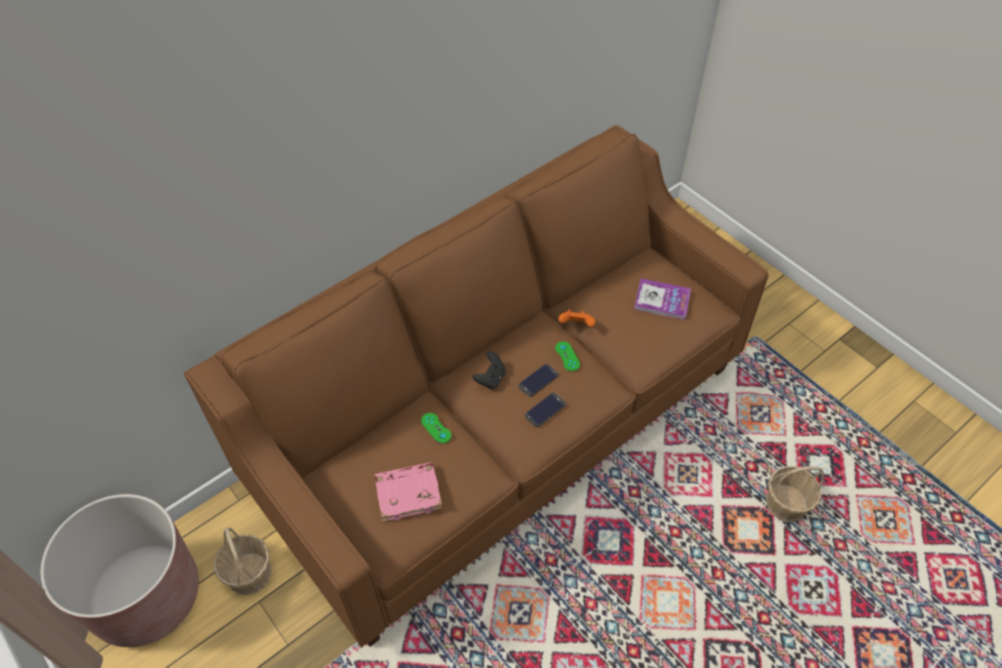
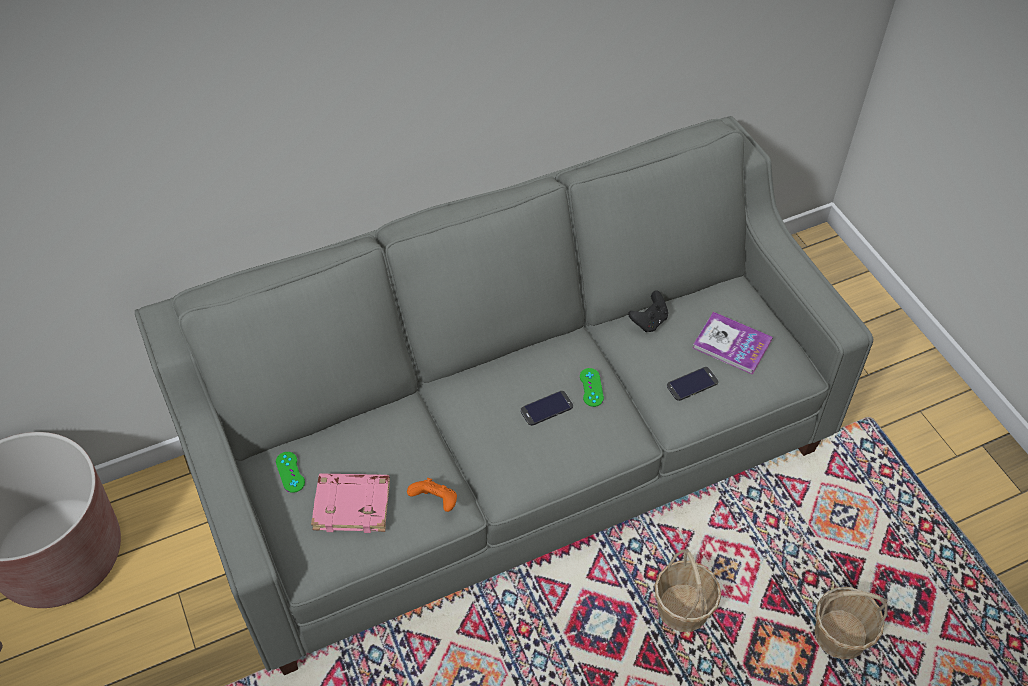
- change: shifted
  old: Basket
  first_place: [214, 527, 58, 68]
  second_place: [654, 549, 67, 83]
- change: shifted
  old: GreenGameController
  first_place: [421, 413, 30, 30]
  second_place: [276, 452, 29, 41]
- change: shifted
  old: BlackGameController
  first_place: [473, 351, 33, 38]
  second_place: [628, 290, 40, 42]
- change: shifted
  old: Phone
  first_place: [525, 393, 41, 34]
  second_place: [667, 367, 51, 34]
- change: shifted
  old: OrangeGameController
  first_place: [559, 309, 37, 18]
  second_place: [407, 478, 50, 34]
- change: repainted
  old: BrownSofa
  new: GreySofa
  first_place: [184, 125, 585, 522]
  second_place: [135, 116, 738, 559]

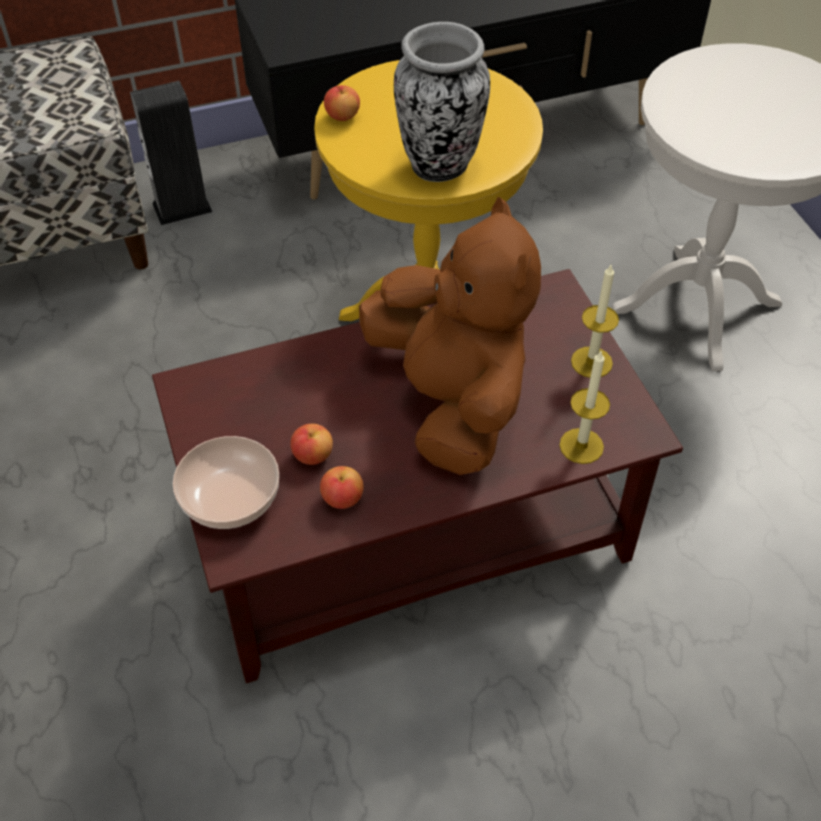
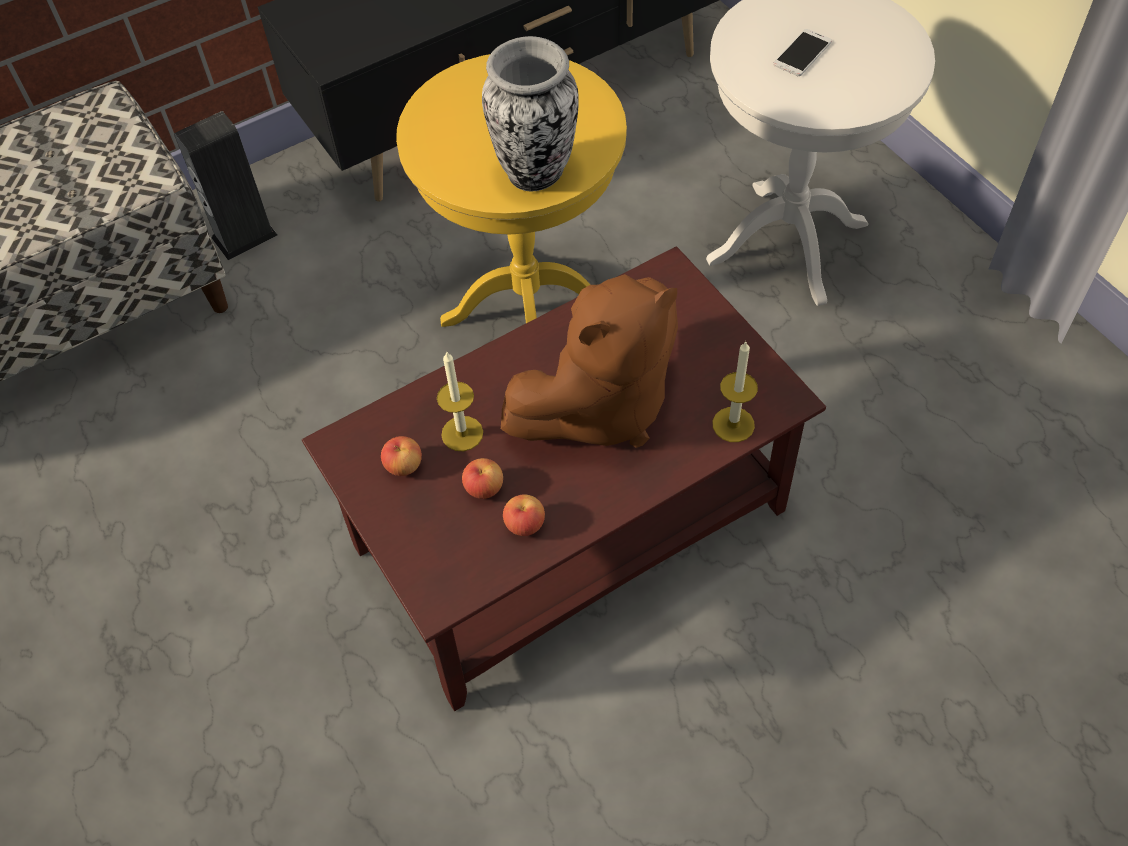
- change: gone
  old: Bowl
  first_place: [173, 436, 106, 93]
- change: new
  new: Phone
  second_place: [773, 29, 59, 47]
- change: shifted
  old: Apple
  first_place: [324, 85, 36, 36]
  second_place: [381, 436, 41, 40]
- change: shifted
  old: Candle
  first_place: [571, 265, 48, 113]
  second_place: [437, 351, 46, 100]
- change: rotated
  old: BrownPlushToy
  first_place: [359, 197, 182, 278]
  second_place: [501, 274, 177, 174]
  degrees: 90

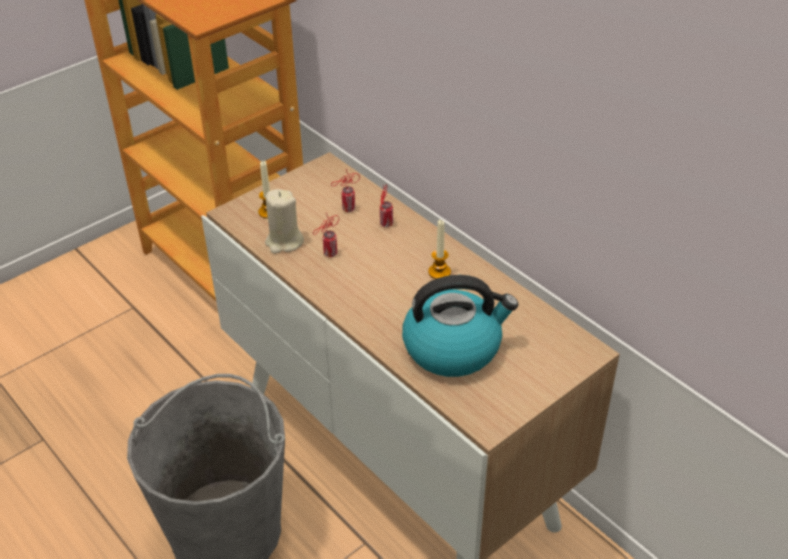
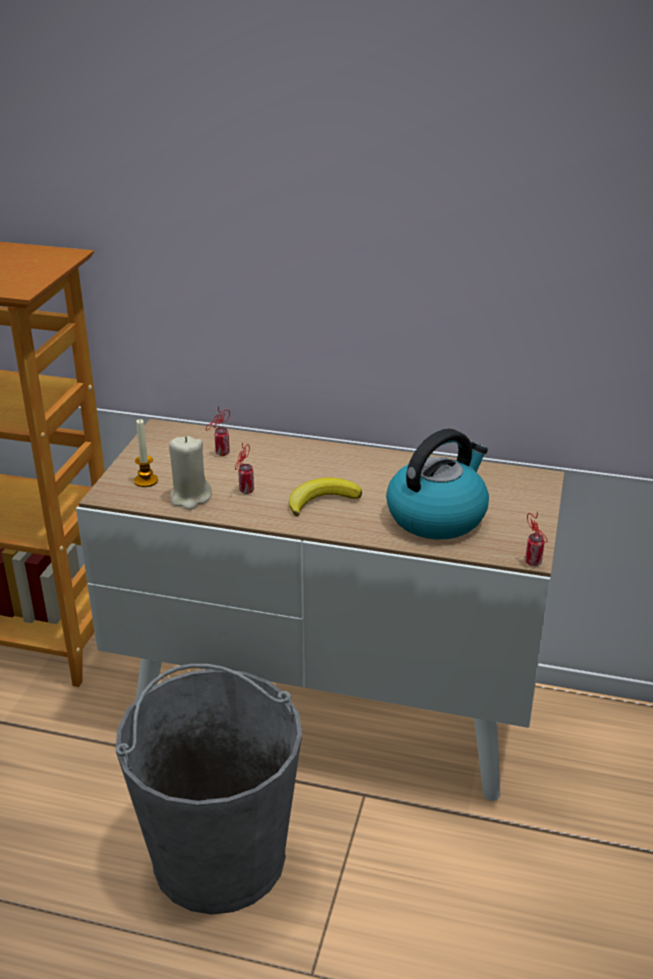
- change: gone
  old: Candle
  first_place: [428, 220, 23, 59]
- change: new
  new: Banana
  second_place: [289, 478, 73, 39]
- change: shifted
  old: Can
  first_place: [380, 184, 13, 43]
  second_place: [525, 512, 23, 54]

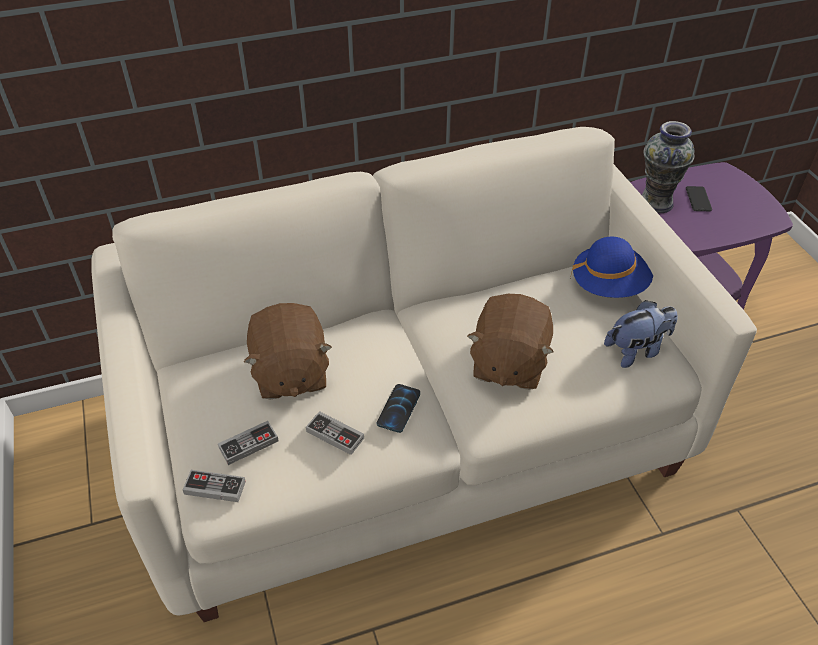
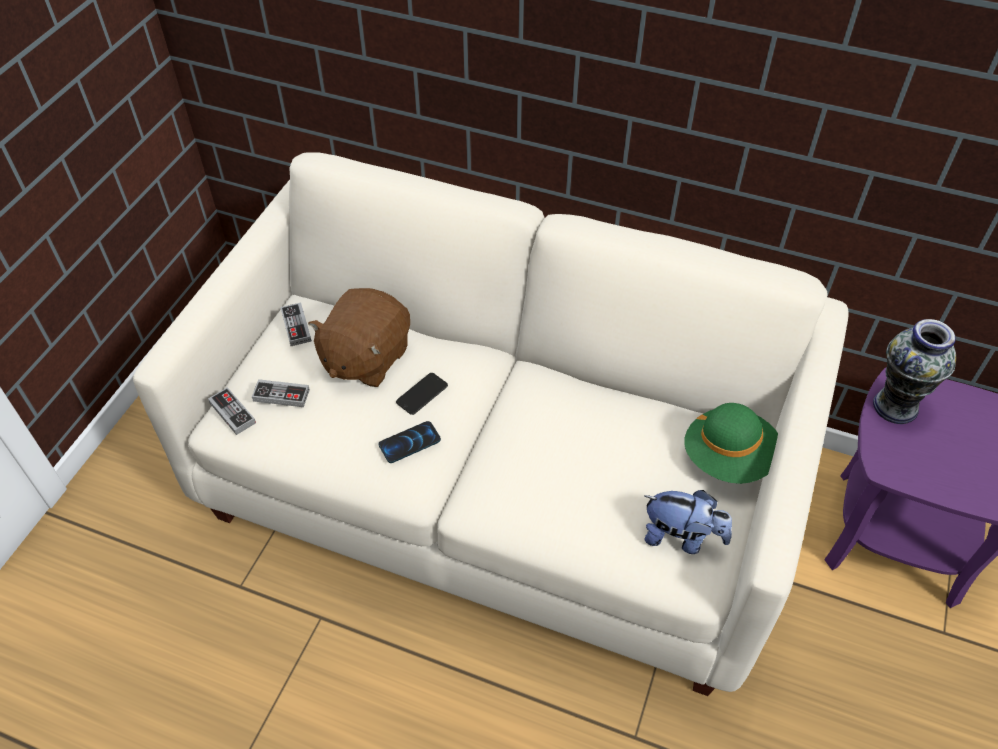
- change: gone
  old: BrownPlushToy
  first_place: [467, 294, 87, 96]
- change: shifted
  old: GameController
  first_place: [306, 411, 58, 44]
  second_place: [280, 303, 32, 43]
- change: shifted
  old: Phone
  first_place: [686, 186, 26, 25]
  second_place: [396, 373, 52, 42]
- change: repainted
  old: BlueHat
  new: GreenHat
  first_place: [570, 237, 83, 61]
  second_place: [684, 403, 94, 81]

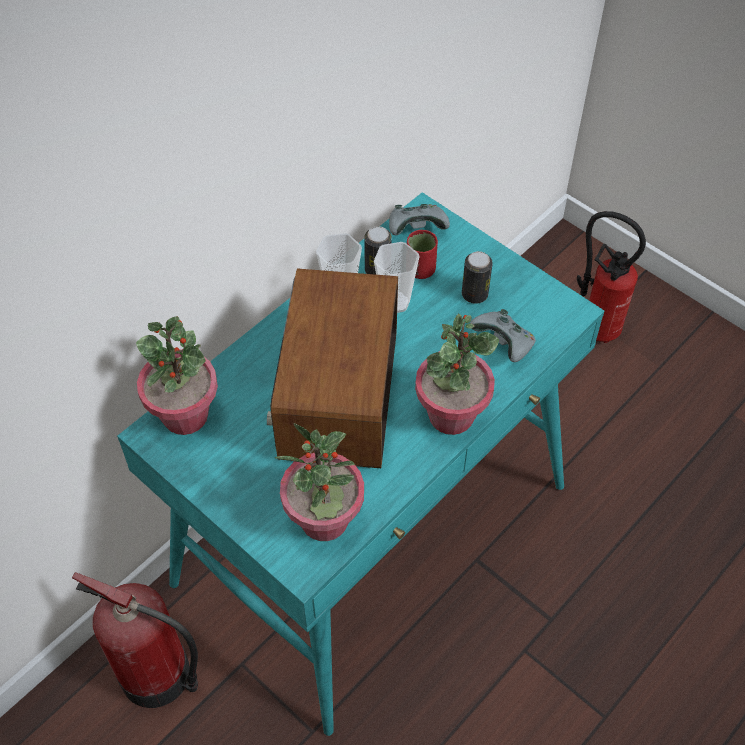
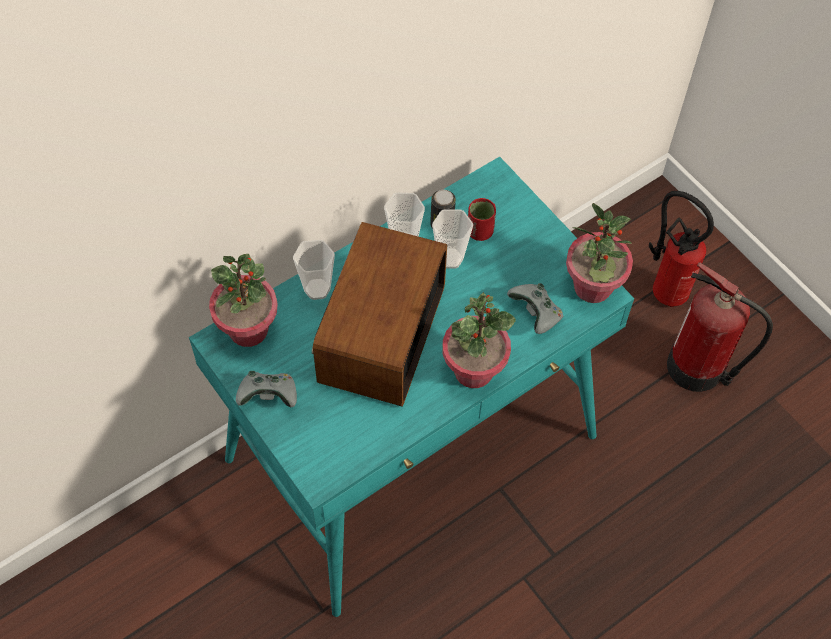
- change: gone
  old: Can
  first_place: [462, 251, 31, 53]
- change: new
  new: Cup
  second_place: [293, 240, 42, 60]
- change: shifted
  old: FireExtinguisher
  first_place: [72, 572, 126, 136]
  second_place: [667, 262, 106, 130]
- change: shifted
  old: PottedPlant
  first_place: [275, 423, 89, 118]
  second_place: [566, 203, 67, 100]
- change: shifted
  old: GreyGameController
  first_place: [389, 204, 61, 31]
  second_place: [236, 371, 61, 36]

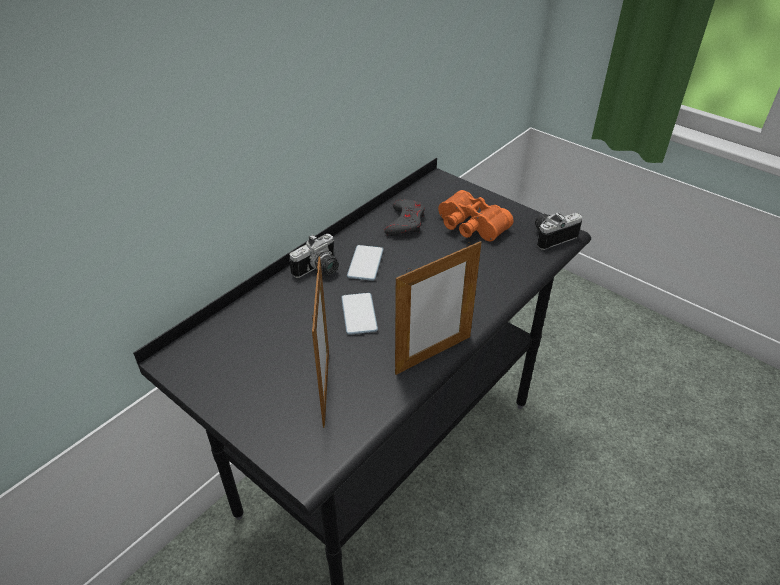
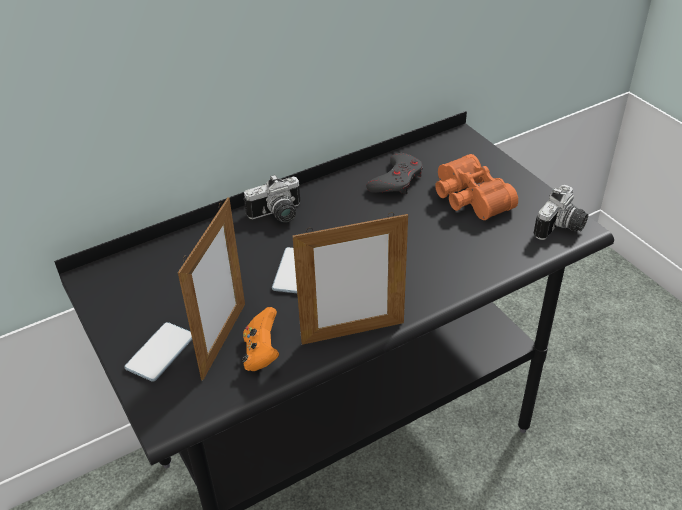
- change: new
  new: OrangeGameController
  second_place: [242, 307, 37, 64]
- change: shifted
  old: Phone
  first_place: [347, 245, 37, 36]
  second_place: [124, 322, 68, 60]
- change: rotated
  old: PhotoCamera
  first_place: [535, 212, 47, 38]
  second_place: [534, 185, 54, 55]
  degrees: 135

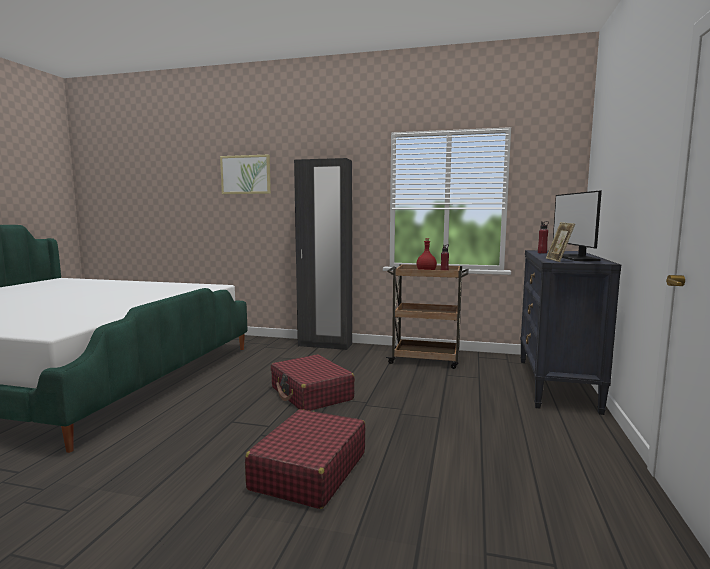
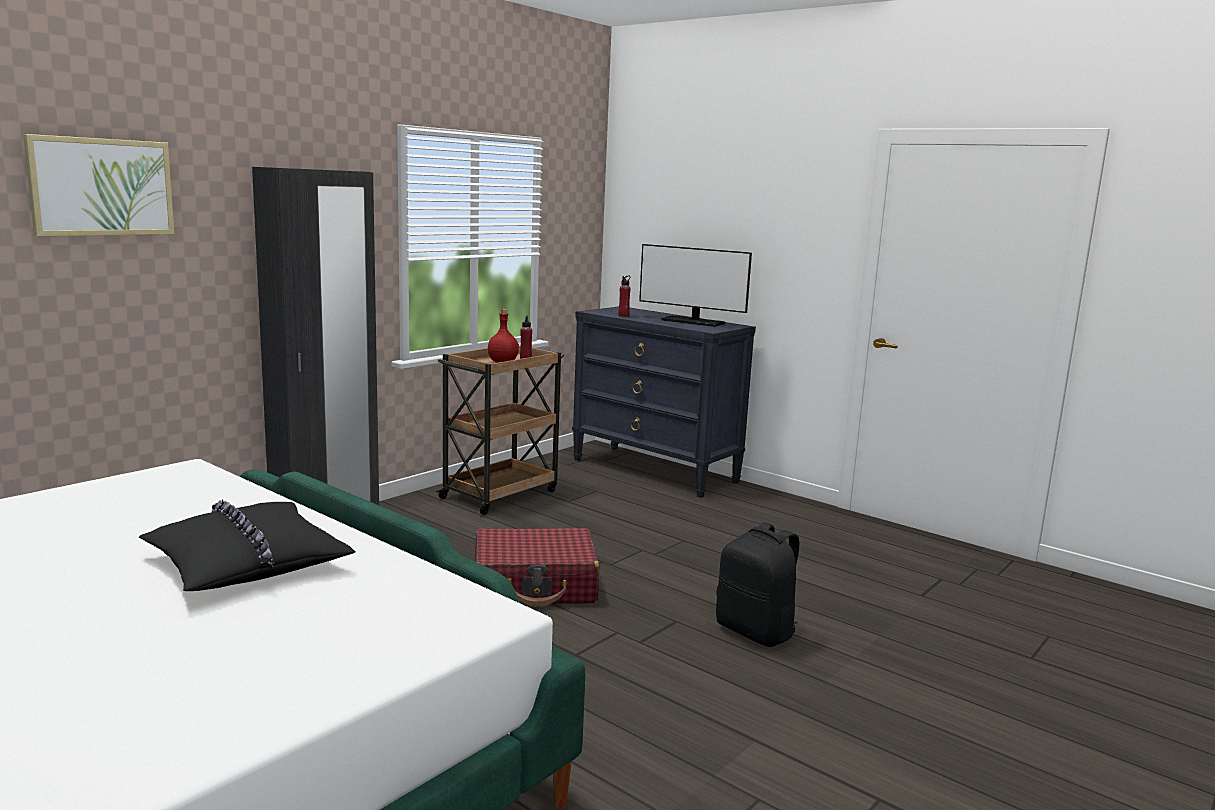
- change: gone
  old: PictureFrame
  first_place: [546, 222, 29, 40]
- change: new
  new: BlackPillow
  second_place: [139, 499, 216, 92]
- change: swapped
  old: RedSuitcase
  new: BlackBackpack
  first_place: [245, 409, 120, 100]
  second_place: [716, 522, 83, 125]

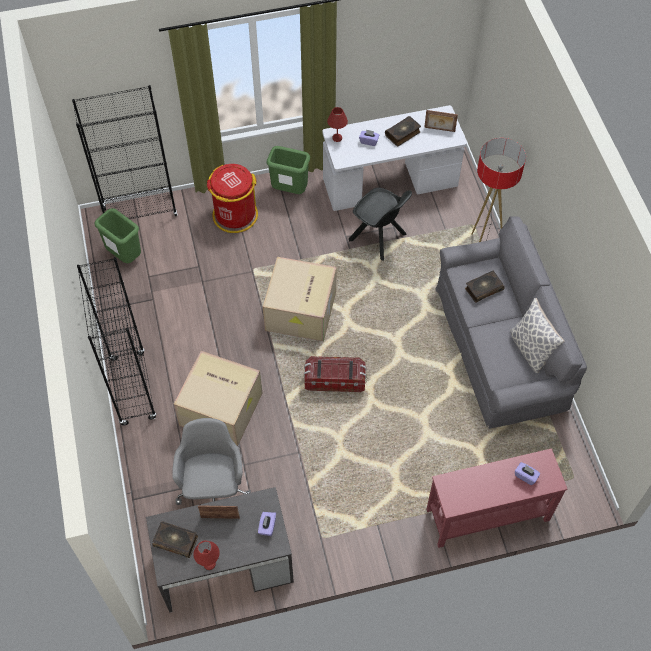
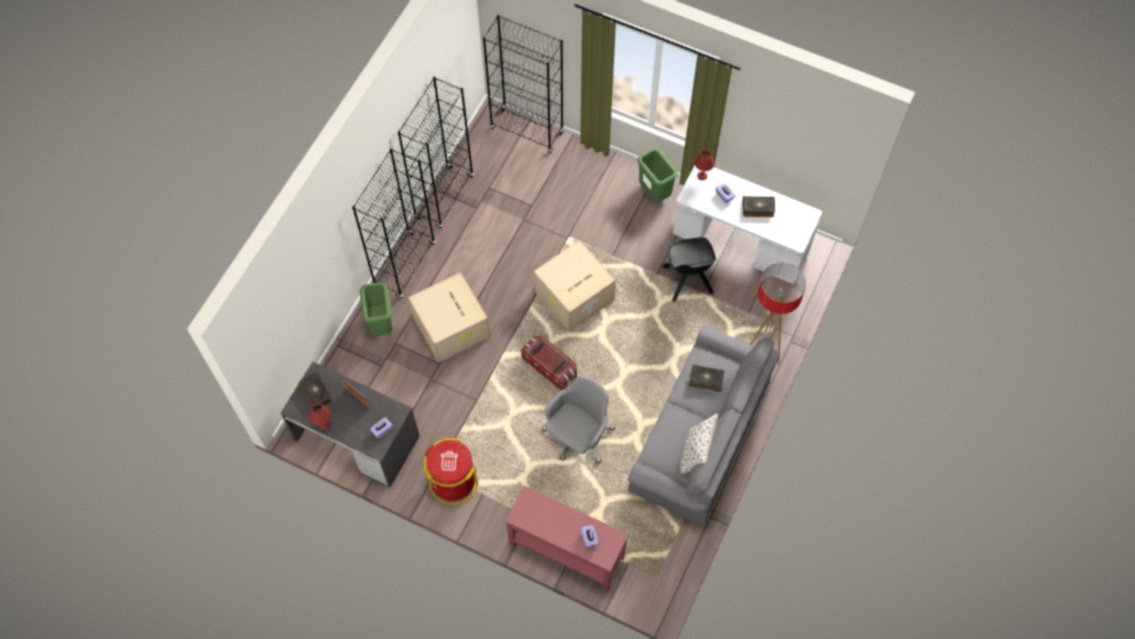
- change: gone
  old: PictureFrame
  first_place: [424, 110, 34, 22]
- change: new
  new: BlackBookcase
  second_place: [398, 77, 76, 152]
- change: shifted
  old: GreenTrashCan
  first_place: [94, 208, 47, 55]
  second_place: [360, 282, 33, 54]
- change: shifted
  old: GreyOfficeChair
  first_place: [172, 418, 79, 87]
  second_place: [542, 376, 74, 88]
- change: shifted
  old: RedTrashCan
  first_place: [207, 164, 51, 69]
  second_place: [423, 437, 55, 68]

